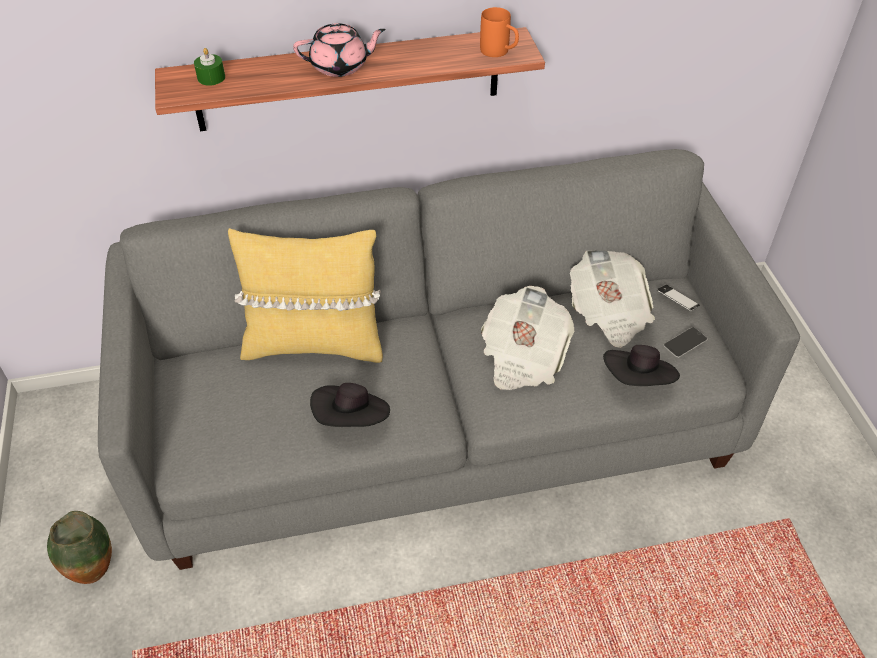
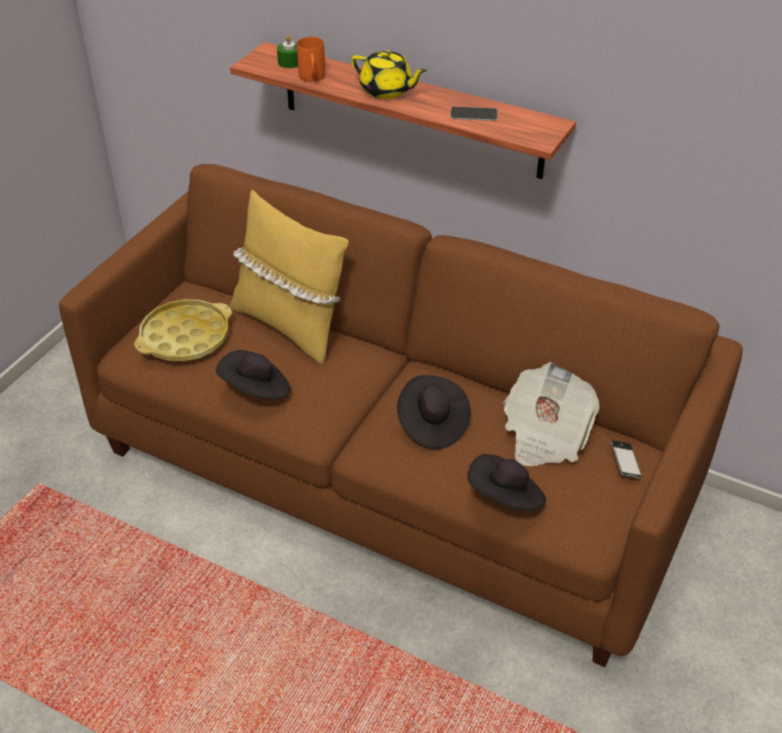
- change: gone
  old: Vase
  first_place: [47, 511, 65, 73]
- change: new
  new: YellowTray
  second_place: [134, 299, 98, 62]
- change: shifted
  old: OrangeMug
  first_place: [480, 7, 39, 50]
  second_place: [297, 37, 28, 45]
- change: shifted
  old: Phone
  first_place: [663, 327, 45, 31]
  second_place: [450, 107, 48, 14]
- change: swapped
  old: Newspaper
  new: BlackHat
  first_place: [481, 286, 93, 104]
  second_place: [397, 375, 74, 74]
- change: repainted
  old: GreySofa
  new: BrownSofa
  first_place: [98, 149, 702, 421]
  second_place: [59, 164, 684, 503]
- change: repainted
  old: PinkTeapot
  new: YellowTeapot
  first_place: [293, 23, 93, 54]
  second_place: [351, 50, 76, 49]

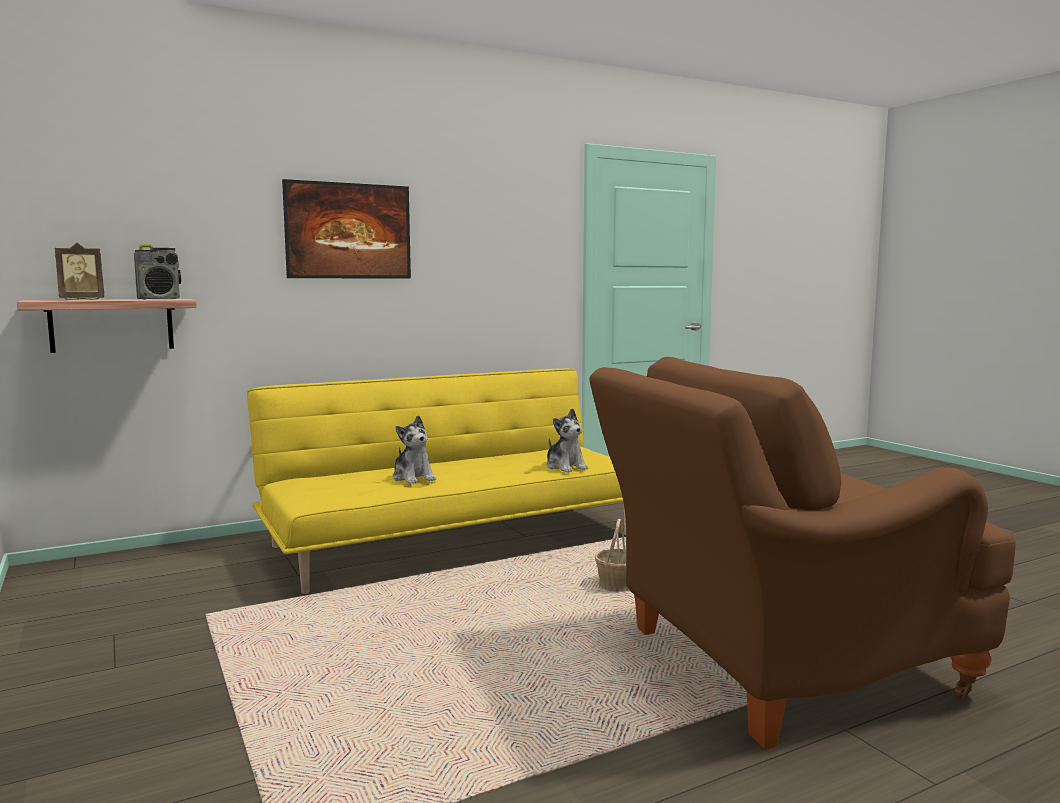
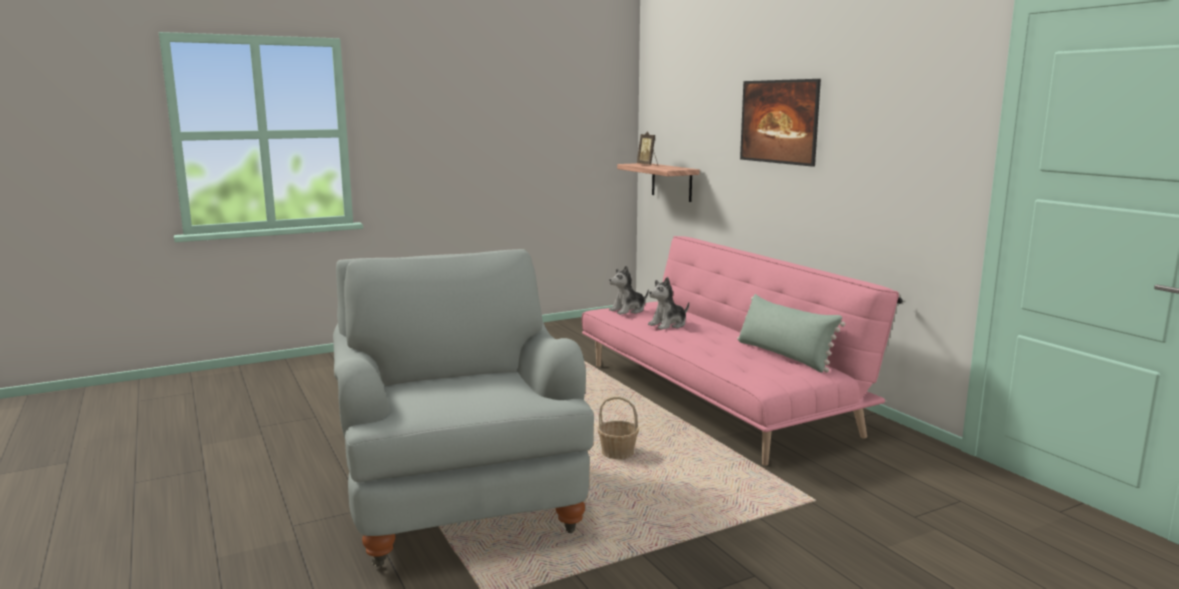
- change: gone
  old: Radio
  first_place: [134, 244, 47, 55]
- change: new
  new: GreenPillow
  second_place: [737, 294, 108, 79]
- change: shifted
  old: PlushToy
  first_place: [546, 408, 42, 64]
  second_place: [609, 265, 40, 50]
- change: repainted
  old: YellowSofa
  new: PinkSofa
  first_place: [247, 368, 379, 226]
  second_place: [582, 236, 320, 230]
- change: repainted
  old: BrownArmchair
  new: GreyArmchair
  first_place: [589, 357, 426, 392]
  second_place: [333, 249, 261, 317]

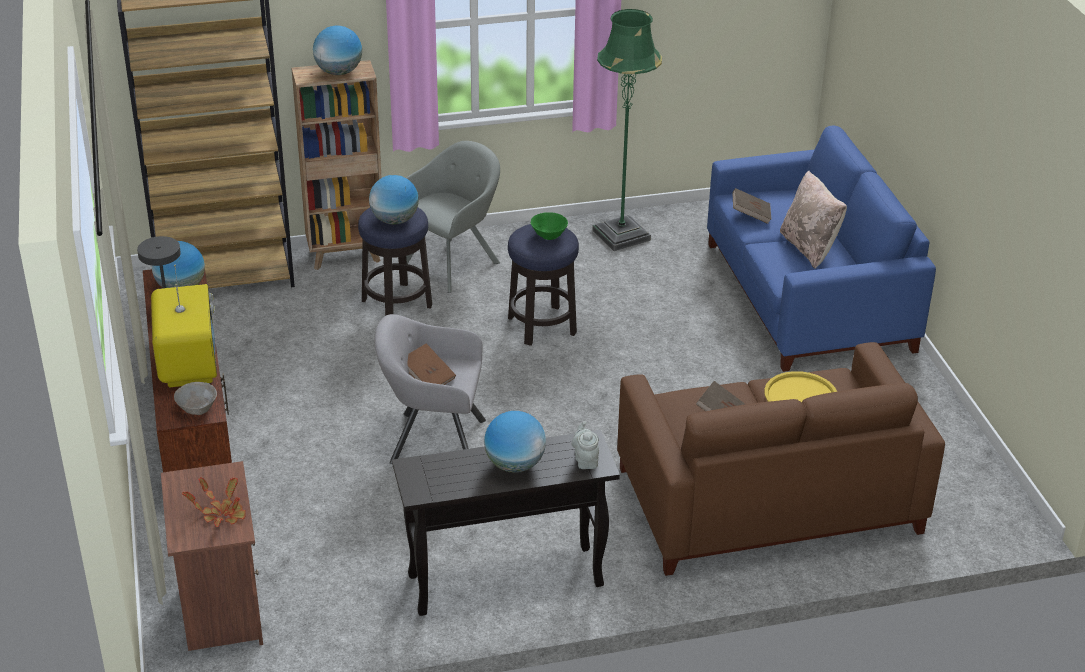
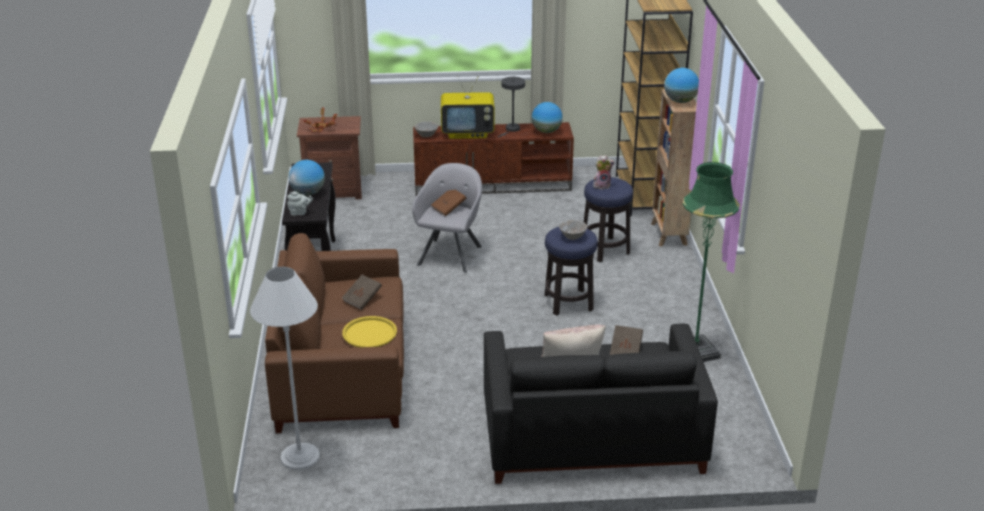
- change: gone
  old: GreyArmchair
  first_place: [406, 141, 94, 152]
- change: new
  new: WhiteFloorLamp
  second_place: [250, 267, 70, 203]
- change: swapped
  old: Globe
  new: PlushToy
  first_place: [369, 175, 50, 50]
  second_place: [593, 155, 22, 34]
- change: repainted
  old: GreenBowl
  new: GreyBowl
  first_place: [531, 212, 37, 28]
  second_place: [559, 220, 28, 20]
- change: repainted
  old: BlueSofa
  new: BlackSofa
  first_place: [707, 126, 229, 246]
  second_place: [484, 324, 234, 160]

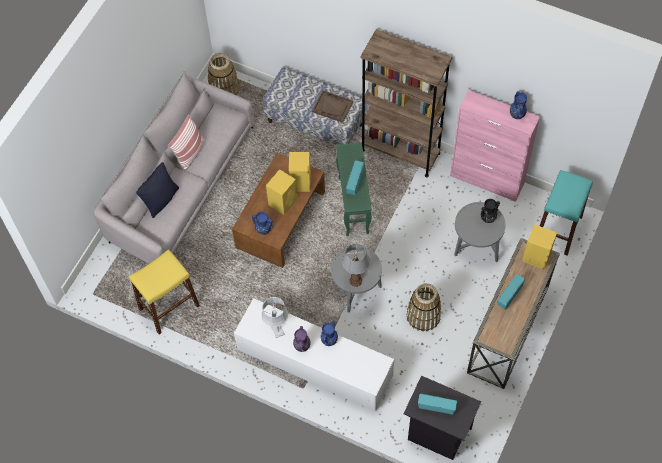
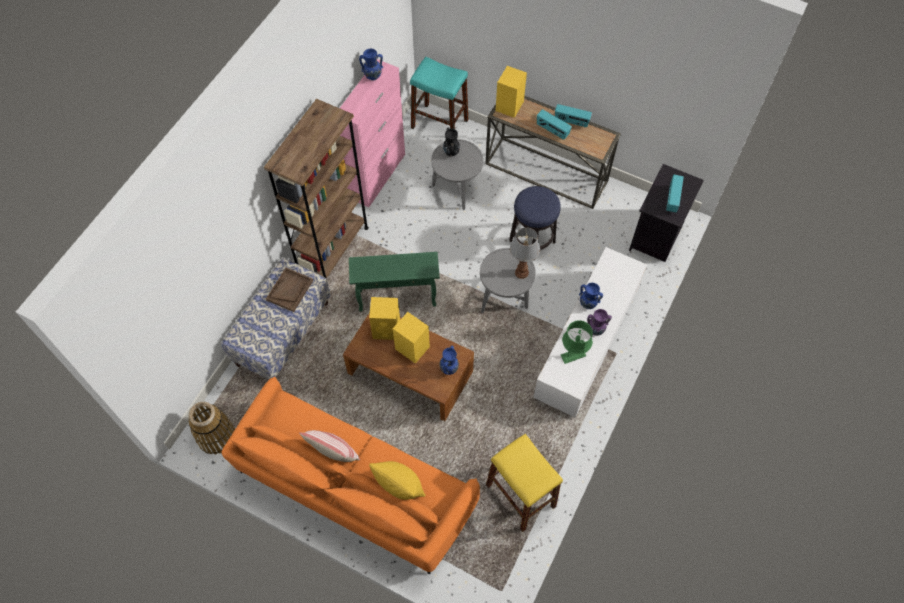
- change: shifted
  old: Radio
  first_place: [346, 160, 18, 35]
  second_place: [555, 104, 37, 24]
- change: swapped
  old: Basket
  new: Stool
  first_place: [406, 283, 35, 49]
  second_place: [510, 186, 51, 74]
- change: repainted
  old: GreySofa
  new: OrangeSofa
  first_place: [93, 71, 161, 193]
  second_place: [222, 376, 258, 198]
- change: repainted
  old: BlackPillow
  new: YellowPillow
  first_place: [136, 162, 43, 56]
  second_place: [369, 461, 57, 39]
- change: repainted
  old: GreyTableLamp
  new: GreenTableLamp
  first_place: [261, 297, 27, 41]
  second_place: [561, 320, 32, 44]

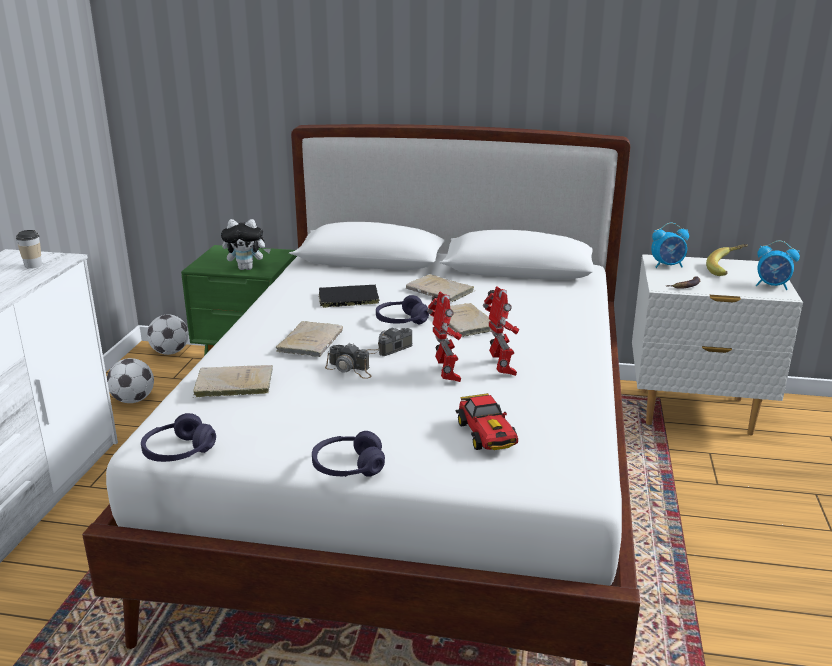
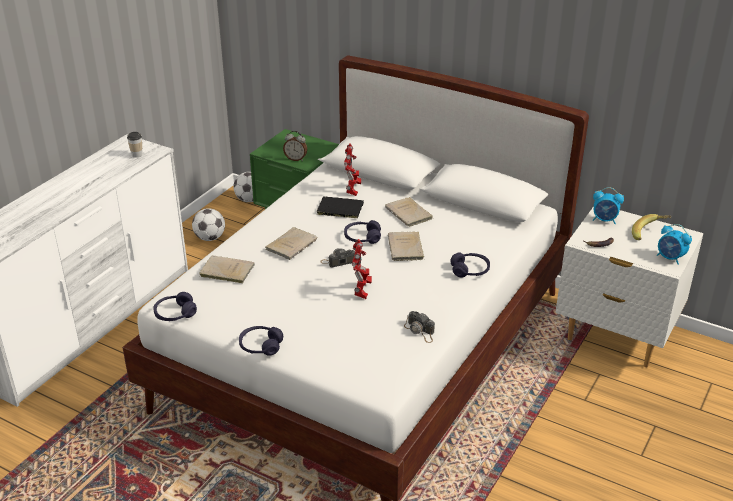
- change: gone
  old: ToyCar
  first_place: [455, 393, 63, 57]
- change: new
  new: PurpleHeadphones
  second_place: [451, 252, 39, 26]
- change: shifted
  old: PhotoCamera
  first_place: [325, 343, 46, 36]
  second_place: [404, 311, 31, 32]
- change: shifted
  old: ToyRobot
  first_place: [483, 286, 36, 90]
  second_place: [344, 143, 17, 53]
- change: swapped
  old: PlushToy
  new: AlarmClock
  first_place: [221, 219, 50, 51]
  second_place: [283, 131, 24, 30]

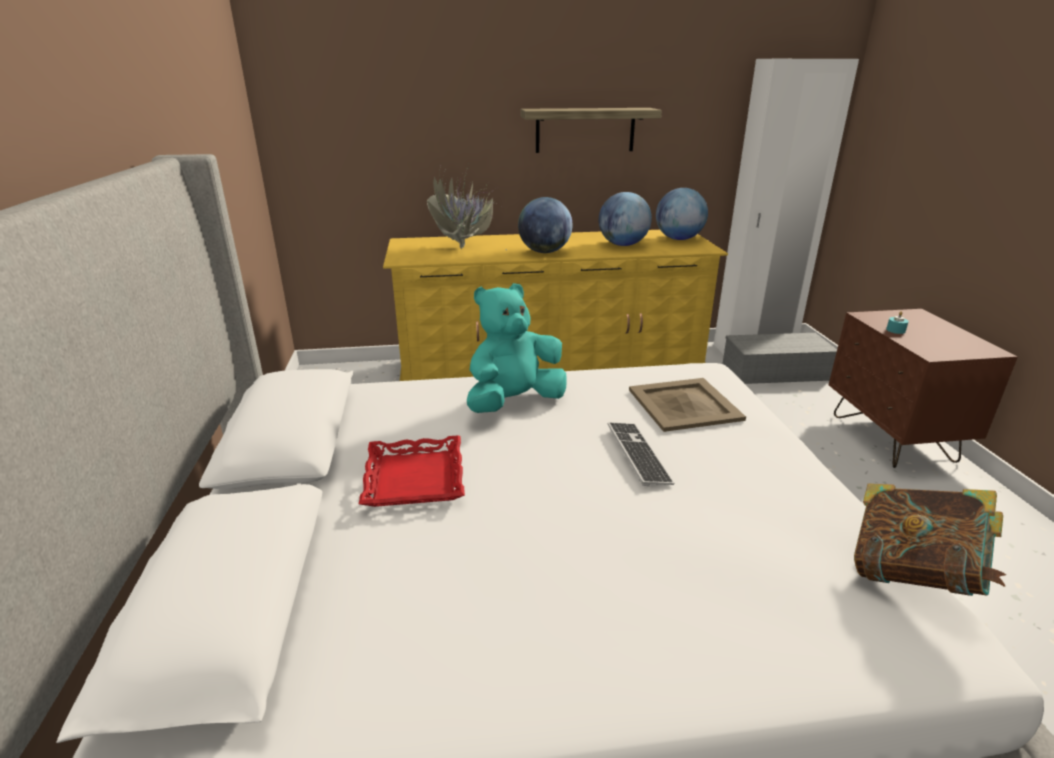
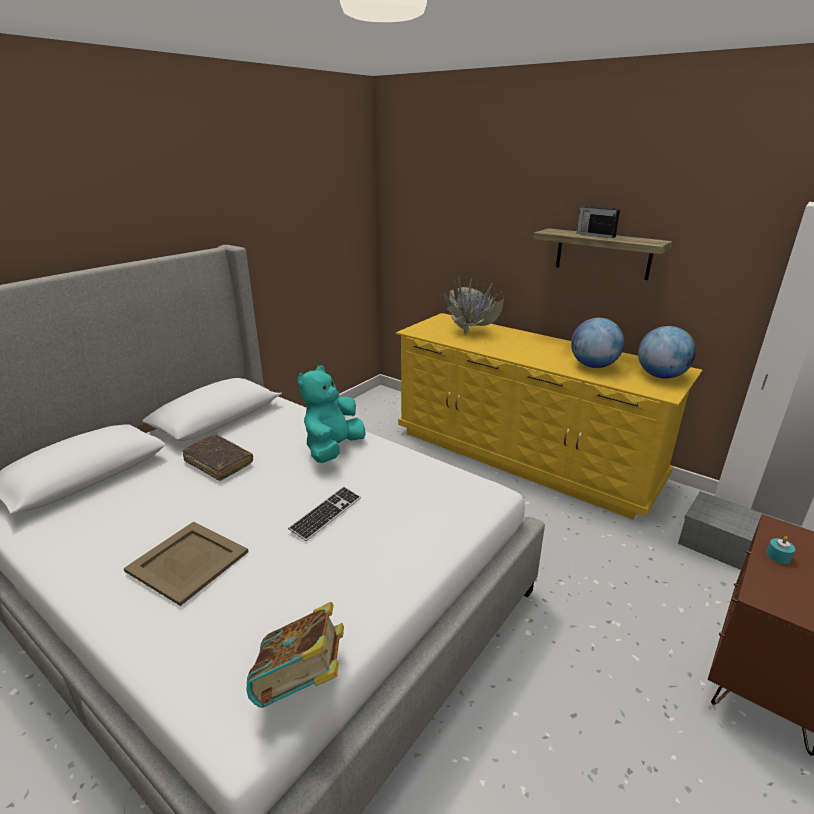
- change: gone
  old: Globe
  first_place: [518, 197, 55, 56]
- change: new
  new: Radio
  second_place: [577, 201, 43, 37]
- change: shifted
  old: BeigeTray
  first_place: [629, 378, 117, 54]
  second_place: [124, 522, 124, 84]
- change: swapped
  old: RedTray
  new: BrownBook
  first_place: [359, 435, 106, 72]
  second_place: [183, 434, 70, 47]
- change: rotated
  old: TurquoisePlushToy
  first_place: [467, 283, 100, 130]
  second_place: [297, 365, 69, 98]
  degrees: -75

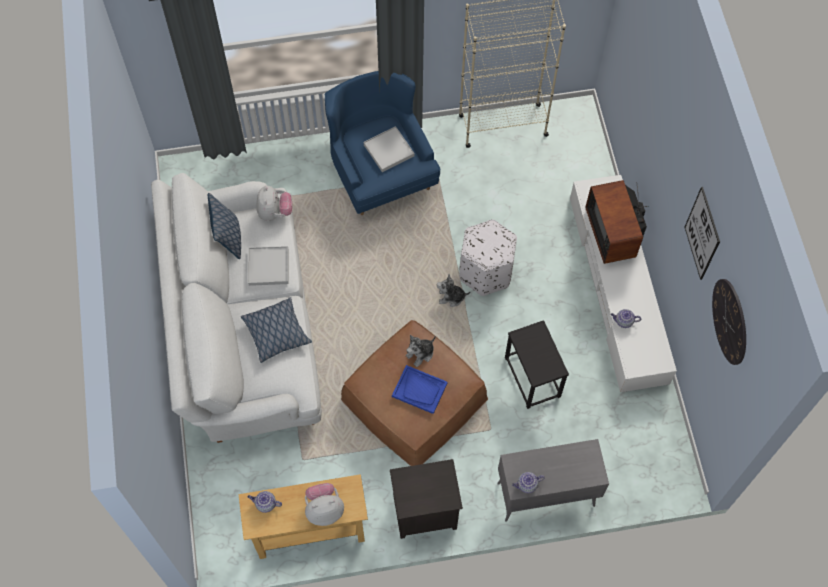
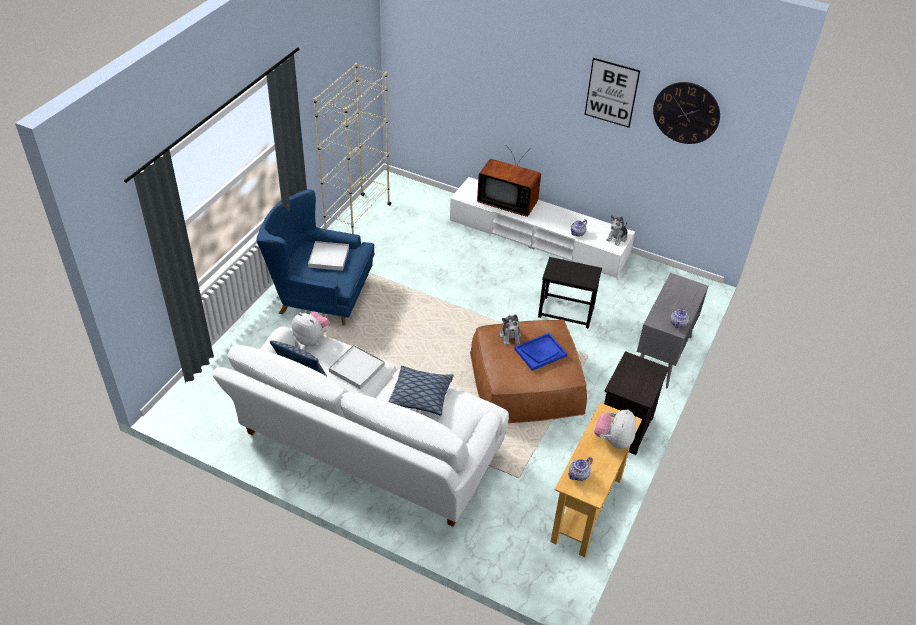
- change: gone
  old: WhiteOttoman
  first_place: [459, 219, 58, 77]
- change: shifted
  old: PlushToy
  first_place: [437, 274, 33, 33]
  second_place: [606, 215, 21, 31]

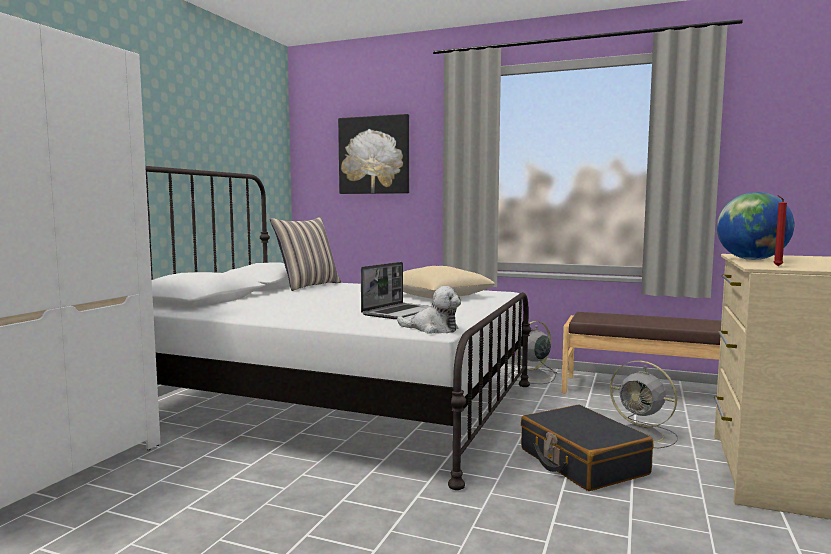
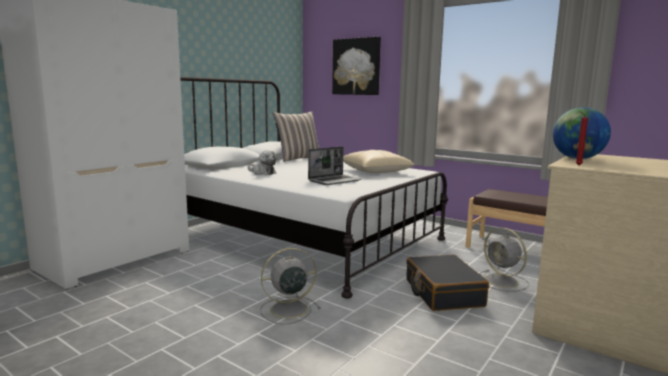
- change: shifted
  old: PlushToy
  first_place: [397, 286, 64, 48]
  second_place: [248, 150, 29, 25]
- change: shifted
  old: GreyFan
  first_place: [508, 321, 49, 63]
  second_place: [260, 248, 61, 76]

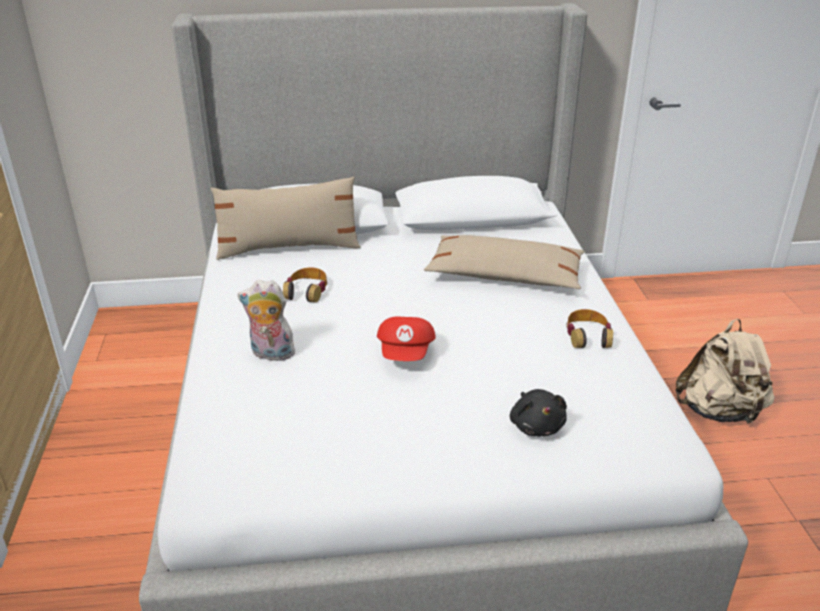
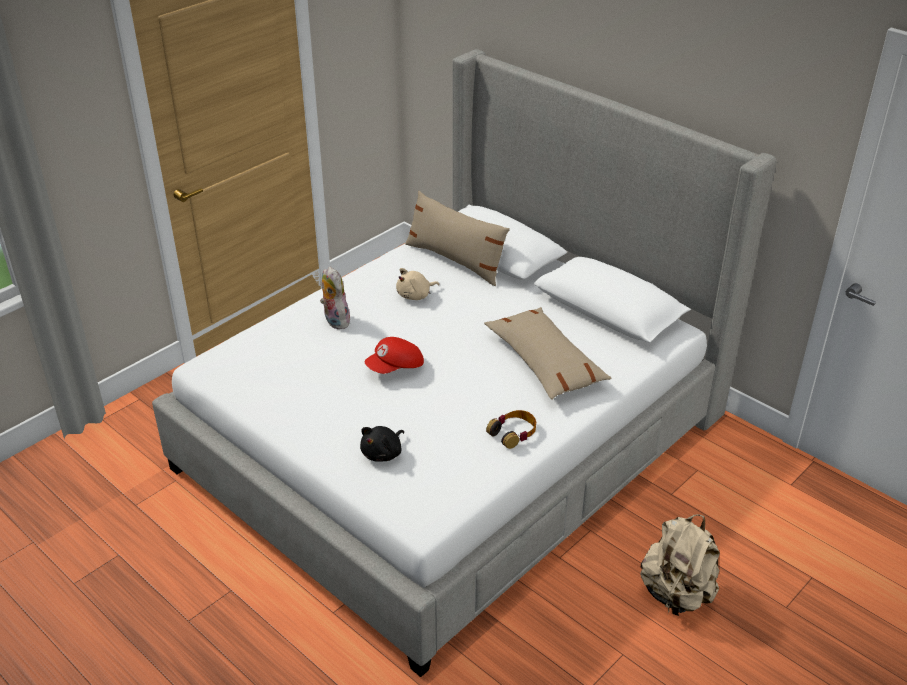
- change: swapped
  old: Headphones
  new: BeigePlushToy
  first_place: [283, 267, 44, 35]
  second_place: [396, 268, 43, 32]

